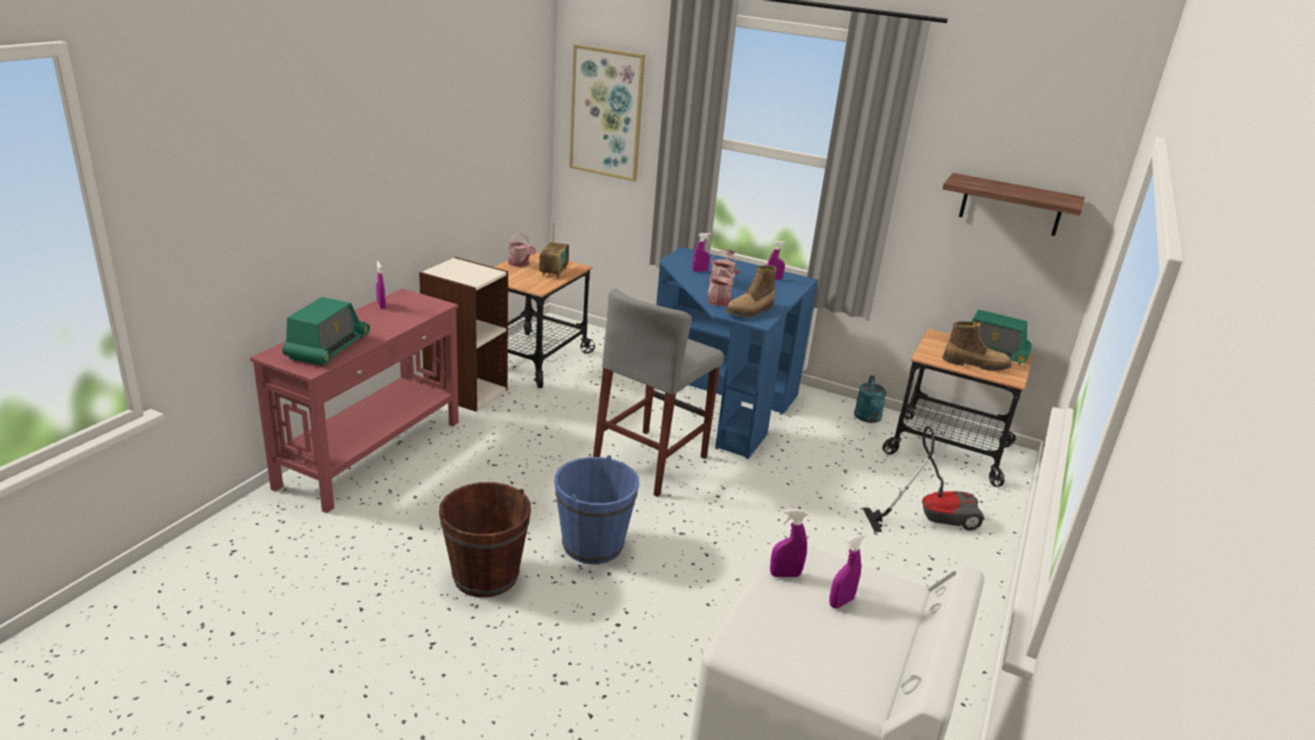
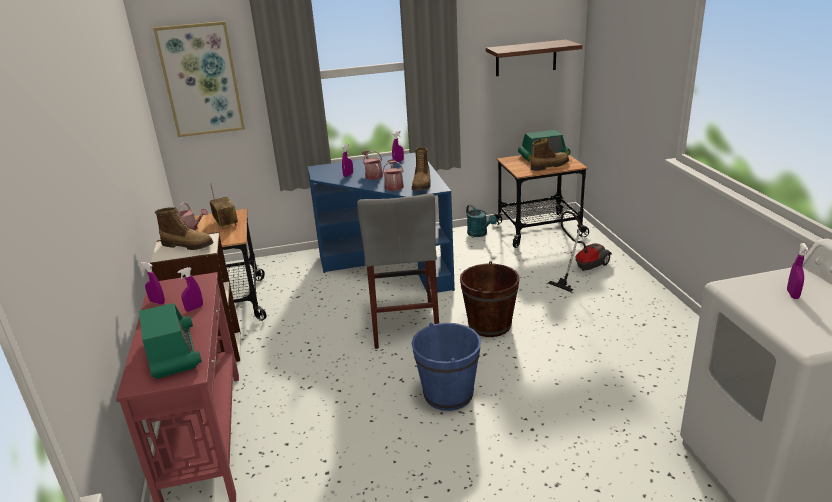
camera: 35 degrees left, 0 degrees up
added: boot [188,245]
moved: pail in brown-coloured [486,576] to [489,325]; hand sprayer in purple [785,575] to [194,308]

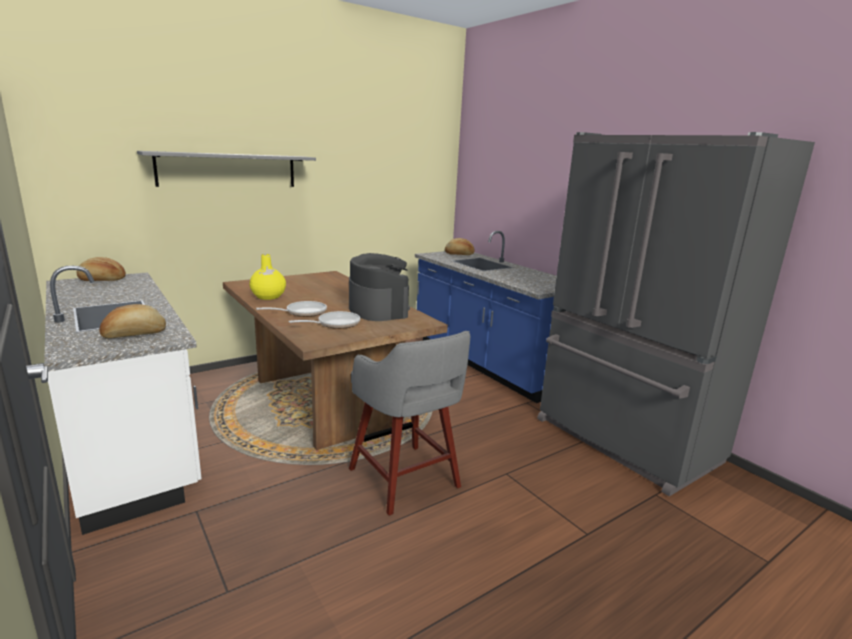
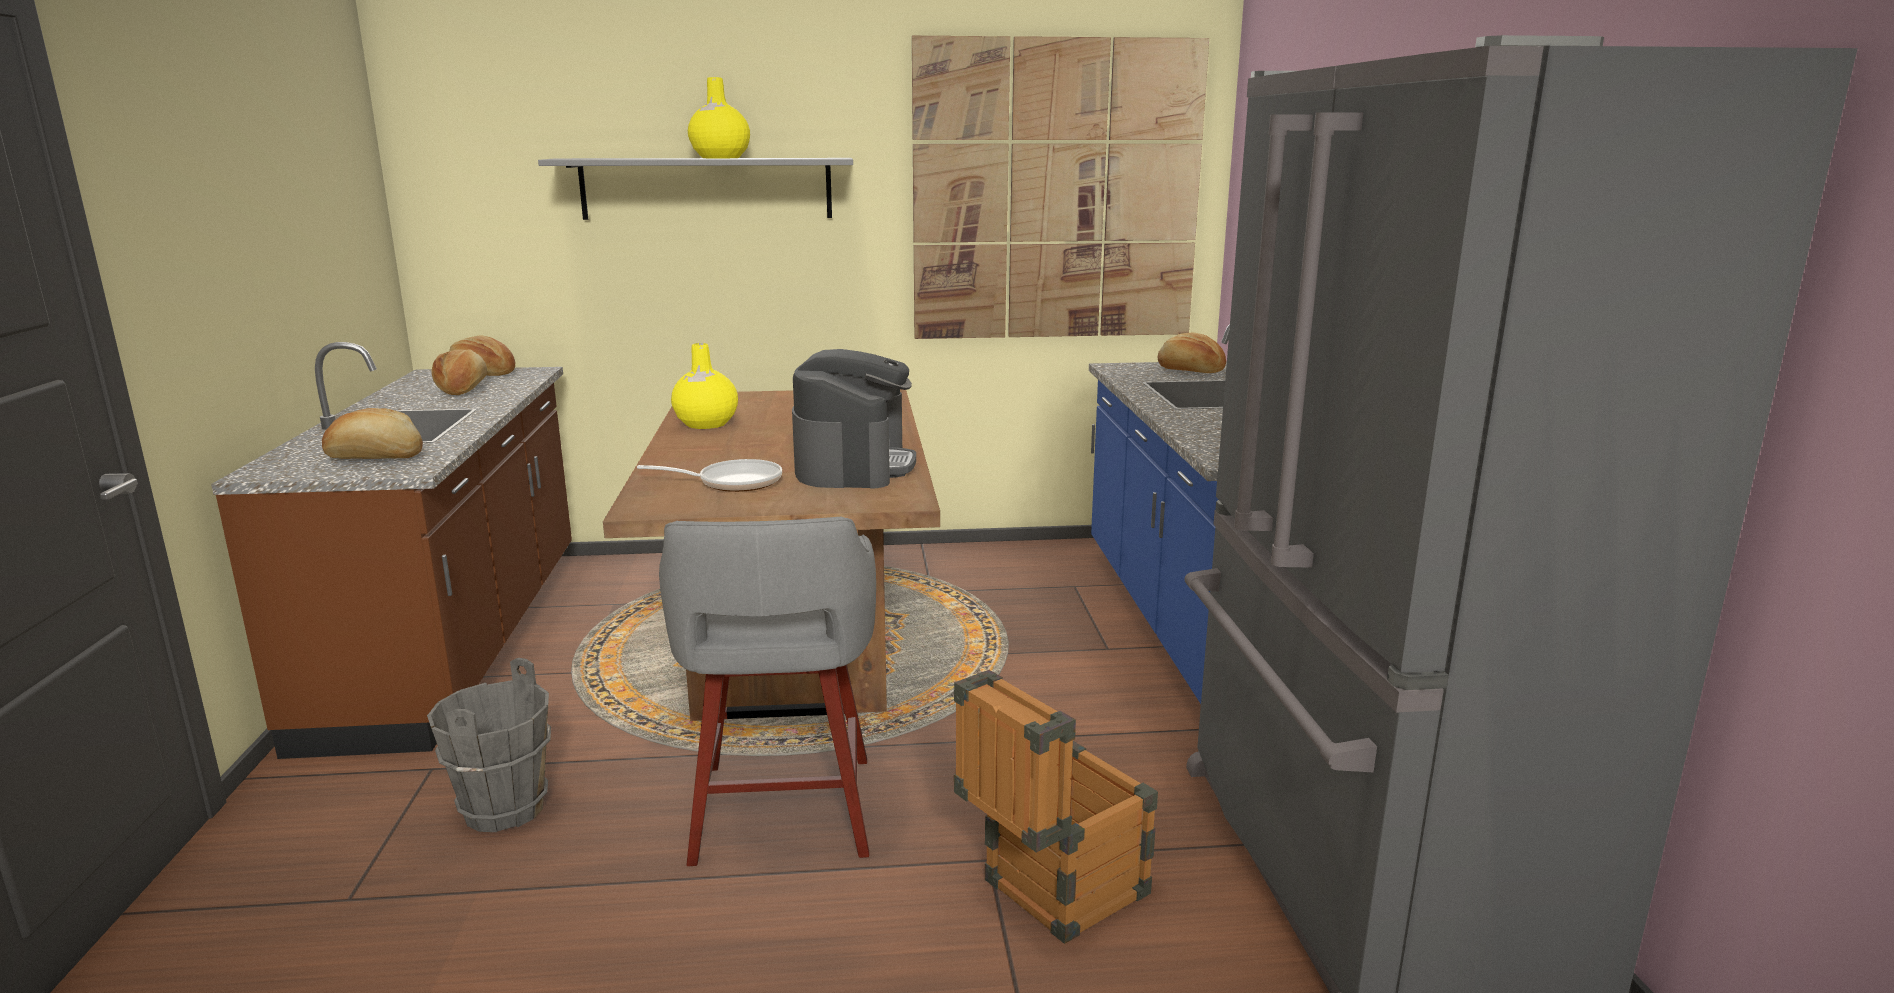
camera: 30 degrees right, 0 degrees up
removed: pan [302,312]
added: pail in gray [503,809]; bread [463,389]; flower vase in yellowish [720,158]; wall picture [1056,192]; packing crate [1050,894]
recoloured: kitchen base unit in whitish [130,441] to kitchen base unit in brown-coloured [457,643]

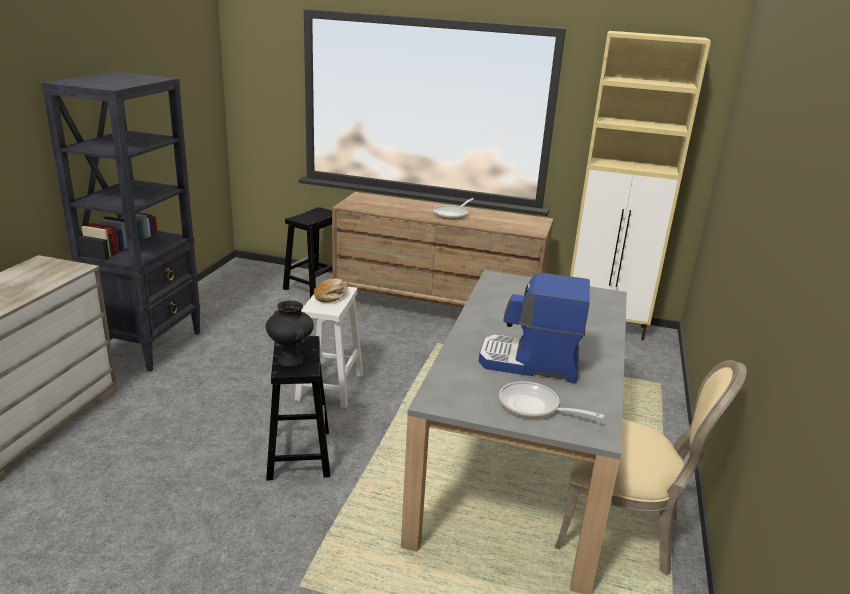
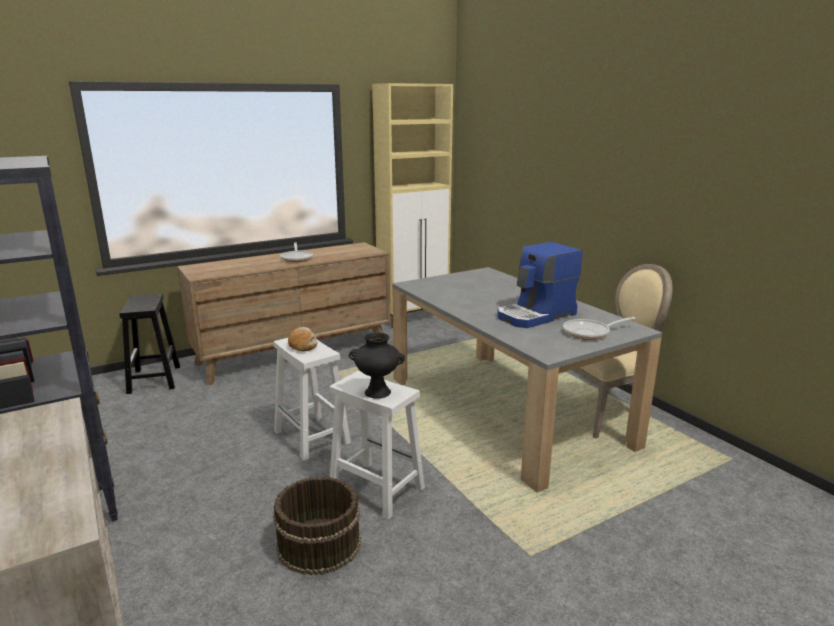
camera: 45 degrees left, 5 degrees down
added: pail in brown-coloured [318,545]
recoloured: stool in black-coloured [298,453] to stool in whitish [375,489]

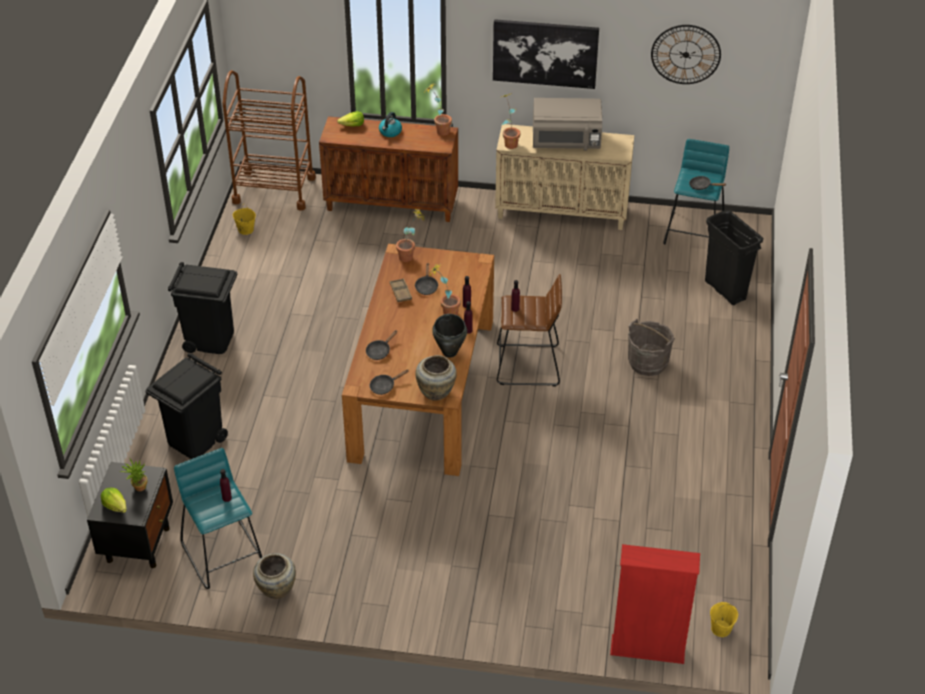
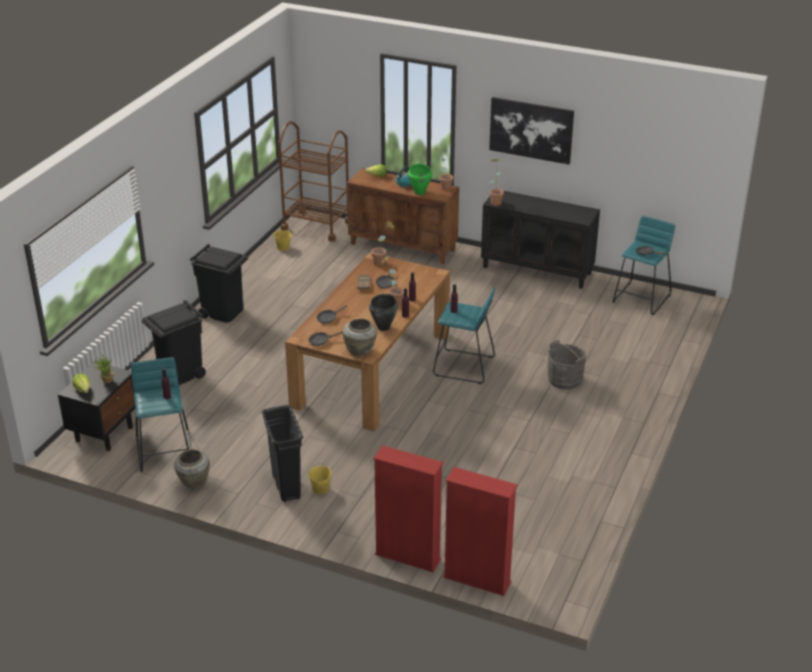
camera: 15 degrees right, 10 degrees down
removed: kitchen microwave in gray [566,142]; hanging clock [685,54]
added: bookshelf in red [408,557]; cooking pot in greenish [419,192]
moved: rubbish bin in black-coloured [725,290] to [286,486]; pail in yellowish [721,629] to [320,489]
recoloured: storage cabinet in sand-coloured [562,212] to storage cabinet in black-coloured [537,270]; stool in brown-coloured [528,365] to stool in turquoise-coloured [464,367]

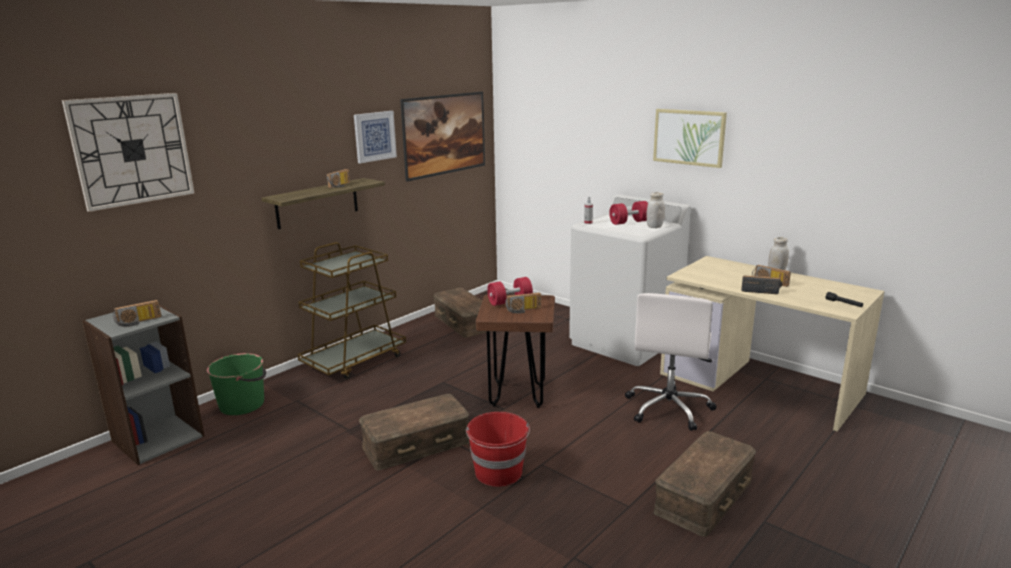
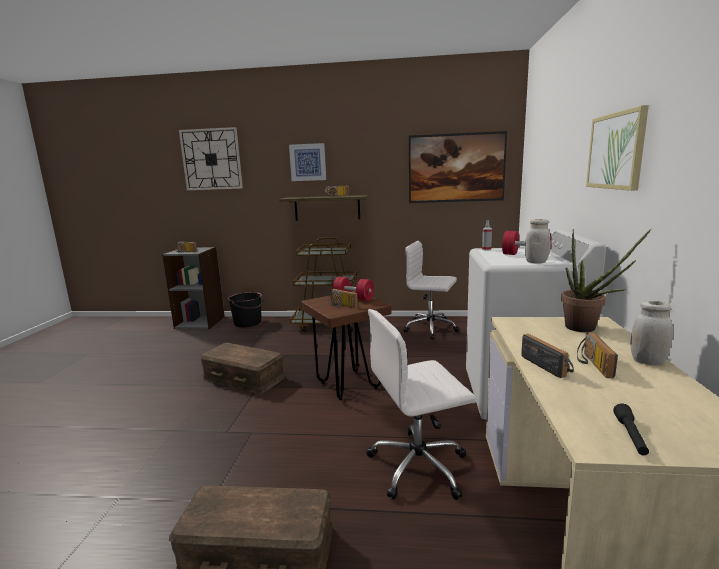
camera: 55 degrees right, 5 degrees down
removed: pail in red [499,473]
added: houseplant [587,328]
moved: wall picture [374,136] to [308,162]
replaced: storage bin in brown-coloured [463,322] to computer chair in whitish [431,328]
recoloured: pail in greenish [243,404] to pail in black-coloured [248,323]

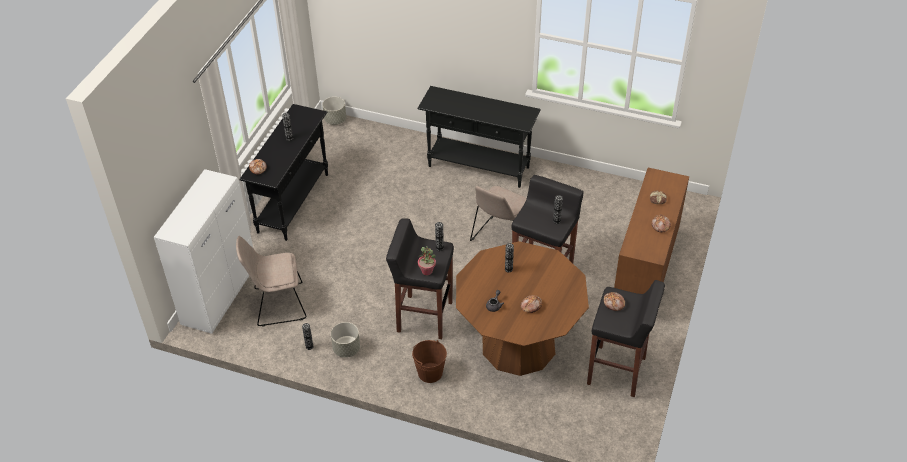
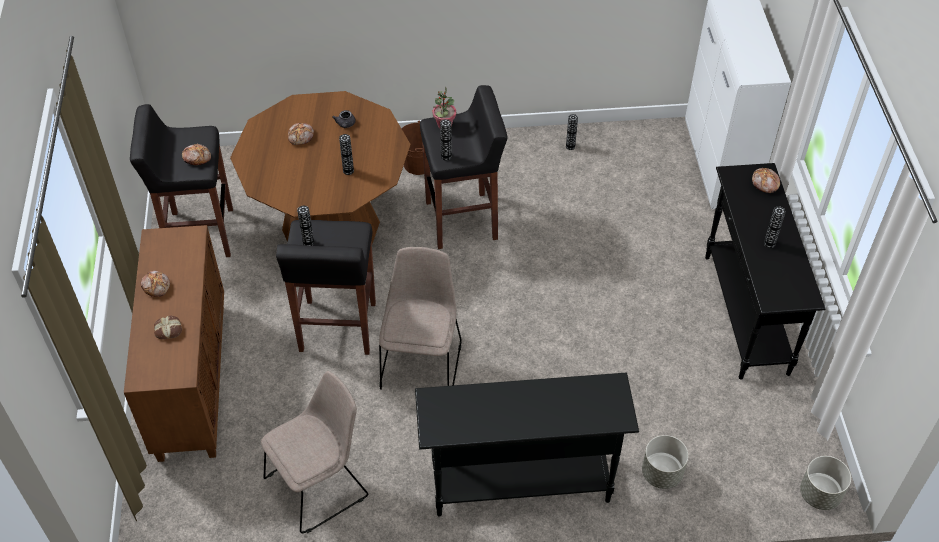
camera: 155 degrees right, 5 degrees up
moved: upright chair in sand-coloured [277,304] to [319,484]; flower pot in gray [346,349] to [661,474]

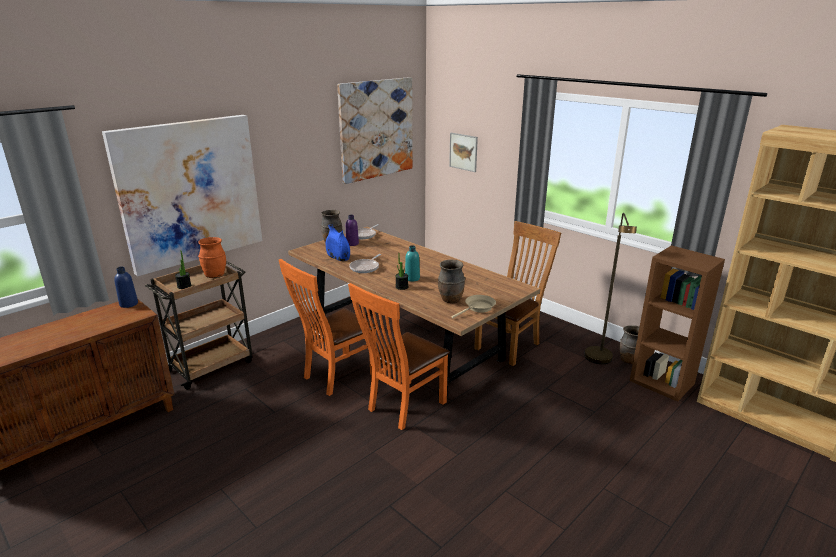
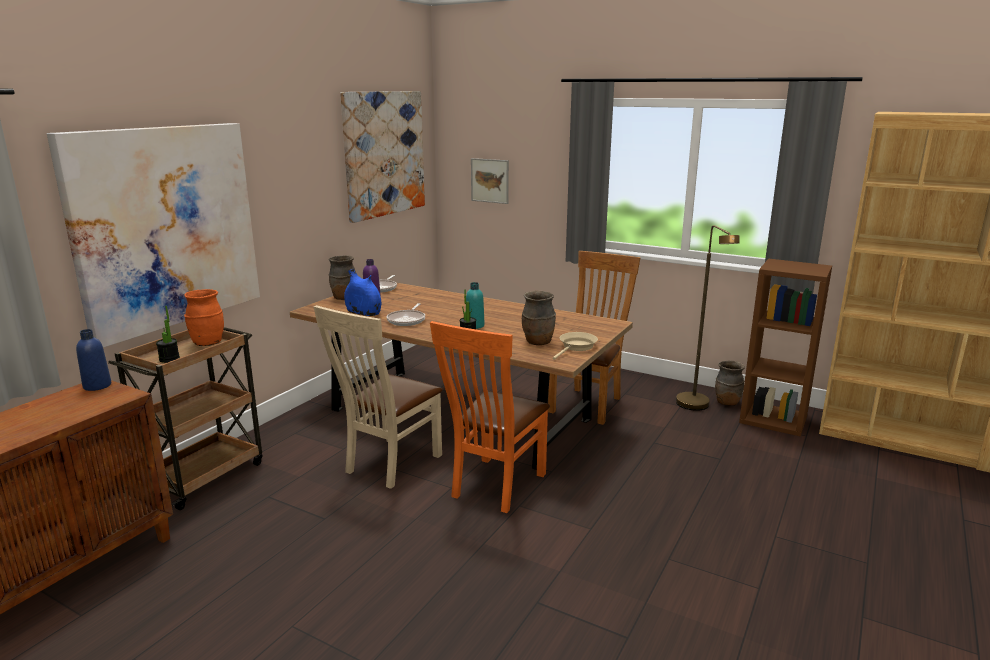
camera: 15 degrees left, 5 degrees down
recoloured: upright chair in orange-coloured [336,376] to upright chair in sand-coloured [388,465]

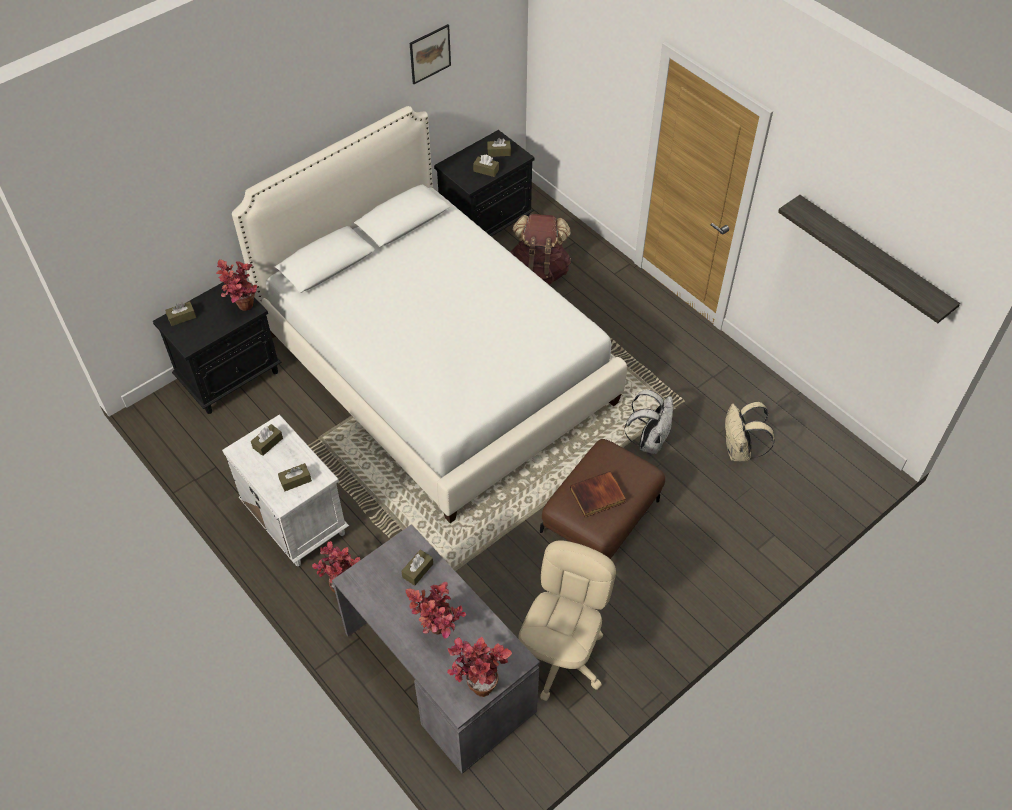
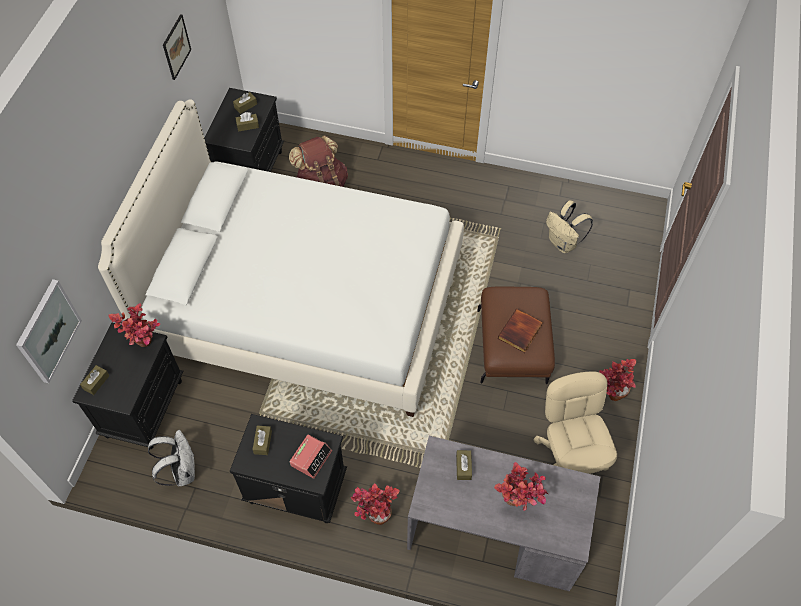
camera: 35 degrees left, 5 degrees up
removed: bracket shelf [872,259]
added: wall picture [48,331]
moved: houseplant [477,682] to [609,394]; knapsack in whitish [649,441] to [181,471]
replaced: box of tissues in brown-coloured [295,480] to alarm clock [311,458]
recoloured: bedside table in whitish [294,520] to bedside table in black-coloured [295,489]

